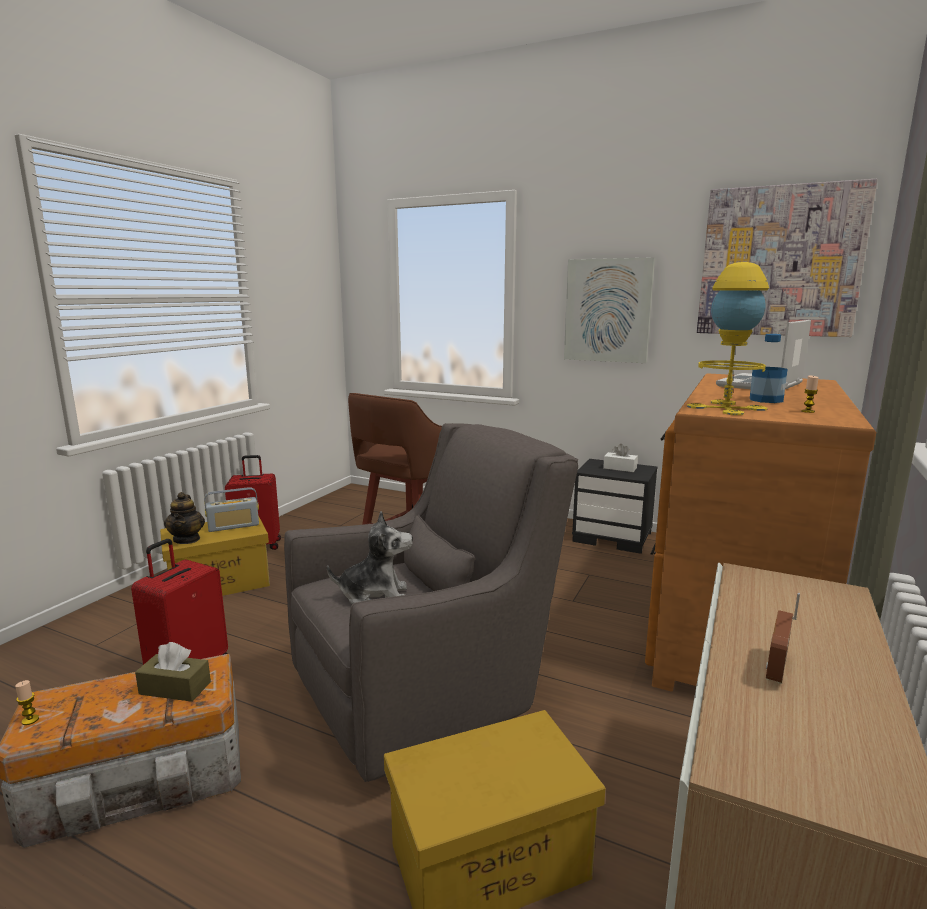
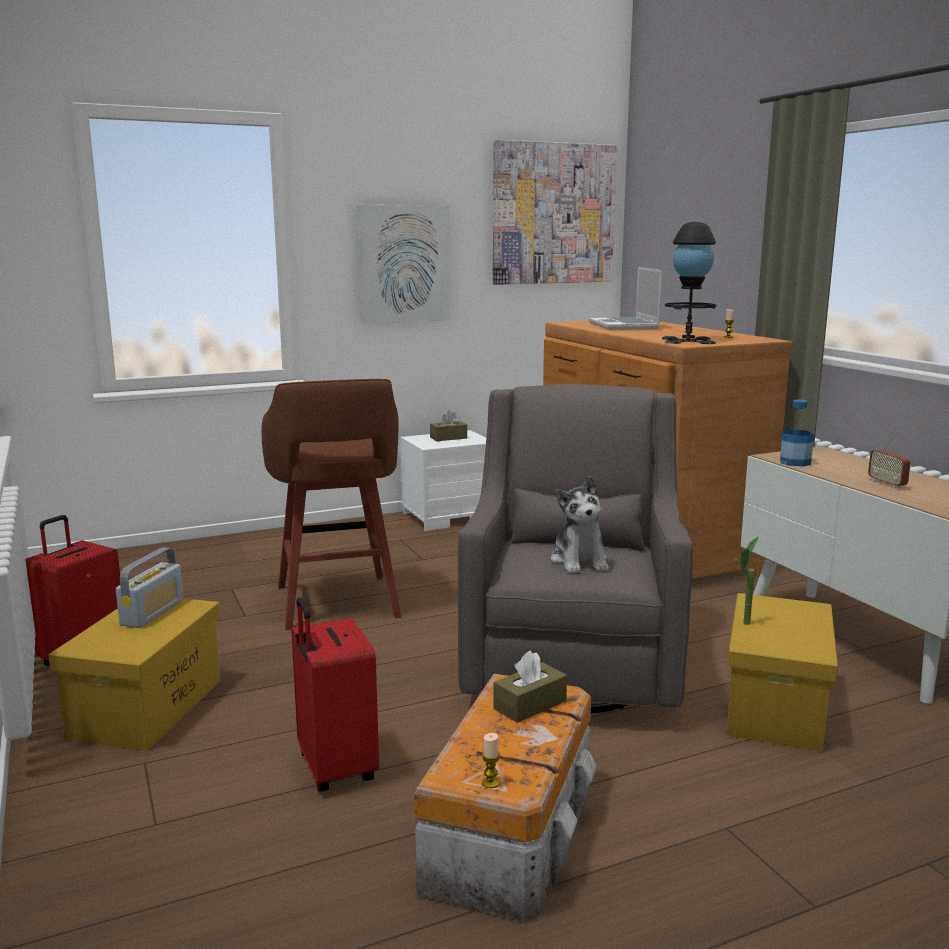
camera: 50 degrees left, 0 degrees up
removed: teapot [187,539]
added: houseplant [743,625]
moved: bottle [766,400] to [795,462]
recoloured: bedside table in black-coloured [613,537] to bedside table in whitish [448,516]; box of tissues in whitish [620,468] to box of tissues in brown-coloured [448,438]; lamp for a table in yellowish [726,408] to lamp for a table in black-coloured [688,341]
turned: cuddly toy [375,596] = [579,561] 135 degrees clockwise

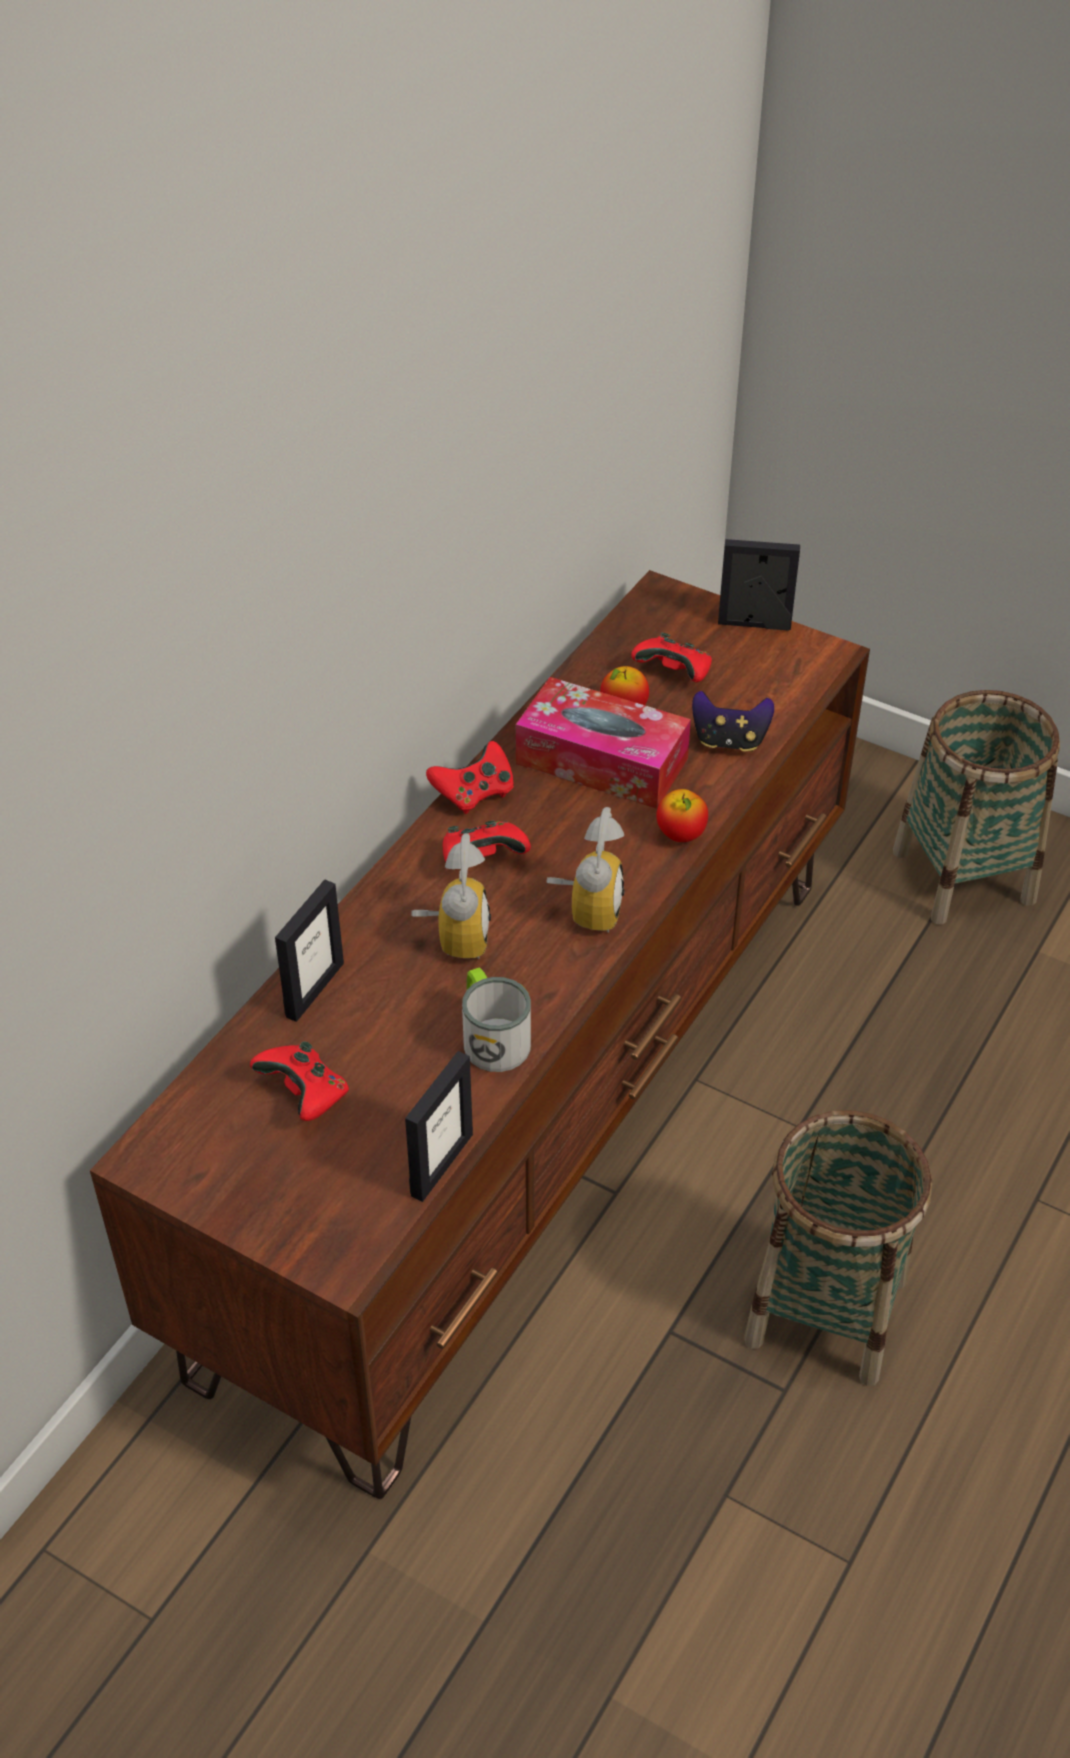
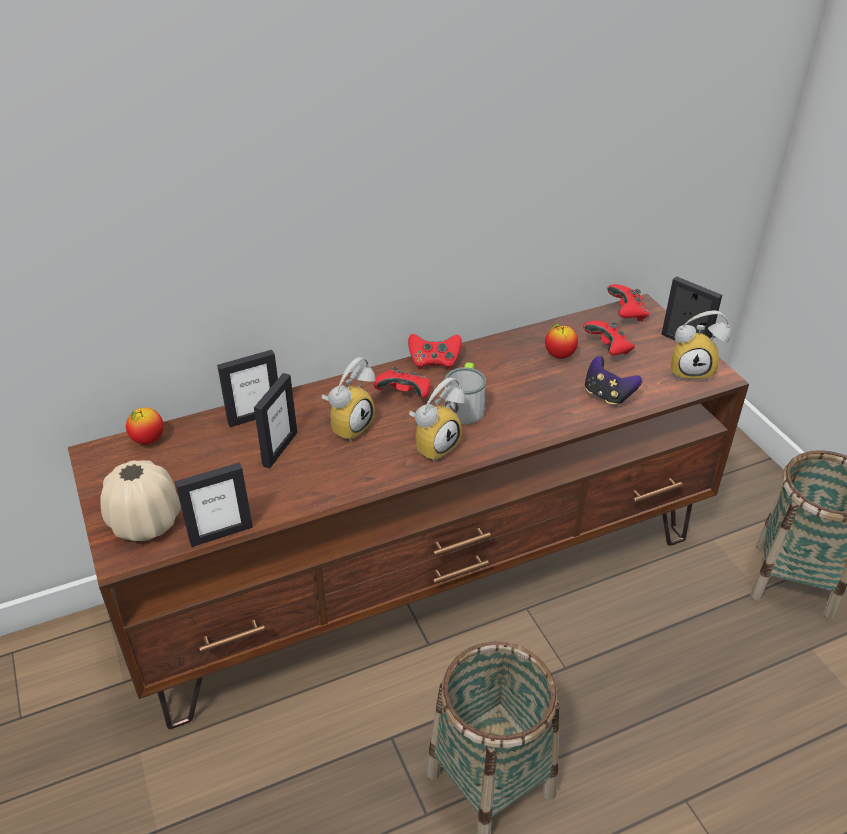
camera: 35 degrees right, 5 degrees down
removed: box of tissues [602,761]
added: flower vase in sand-coloured [146,523]; standing frame [279,449]; alarm clock [692,370]
moved: gamepad in red [305,1095] to [627,314]; tea mug [491,1036] to [465,405]; whole apple [681,835] to [148,440]

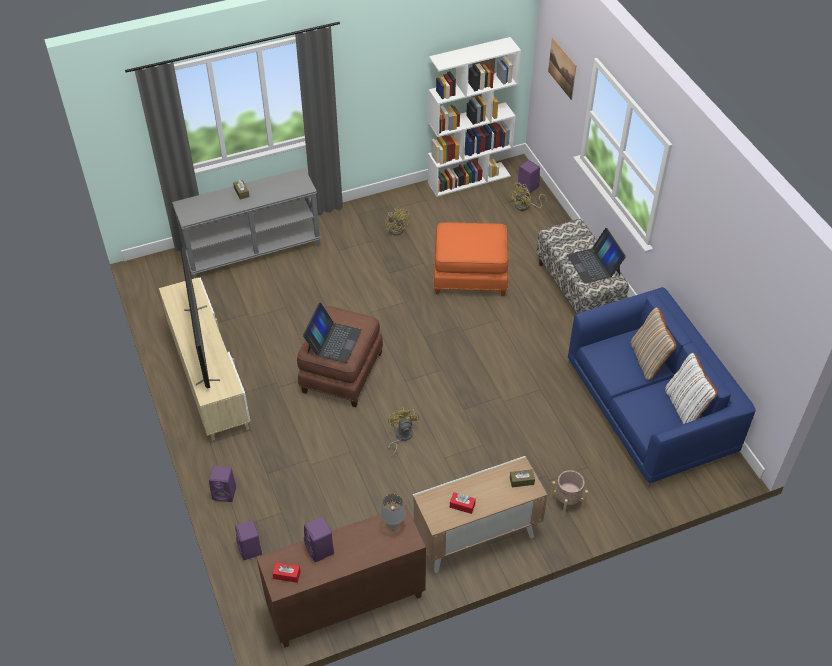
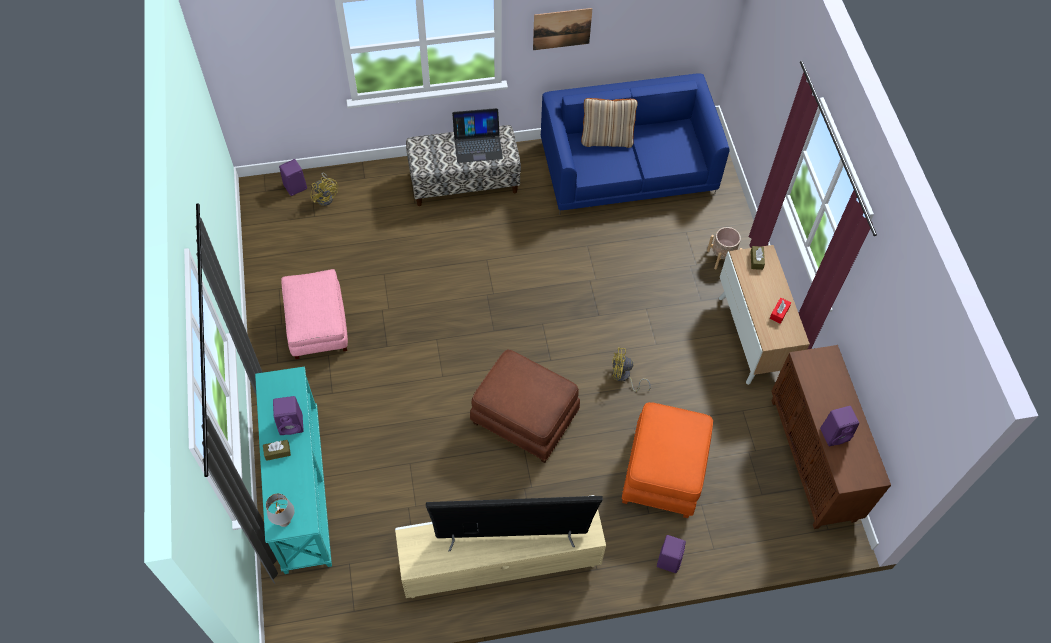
camera: 80 degrees left, 10 degrees up
removed: box of tissues in red [287,575]; portable computer [333,341]; bookshelf in whitish [469,179]; cushion in whitish [685,407]
moved: audio speaker in purple [250,550] to [292,424]; lamp for a table in gray [393,526] to [284,520]; pouffe in orange-coloured [470,277] to [664,472]; wall picture [562,68] to [562,29]
replaced: fan in yellowish [397,228] to pouffe in pink-coloured [317,325]
recoloured: narrow table in gray [253,250] to narrow table in turquoise-coloured [300,489]

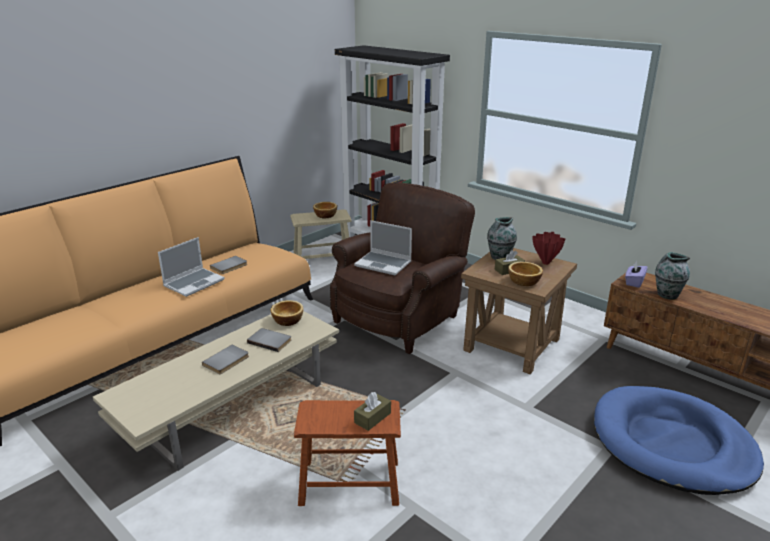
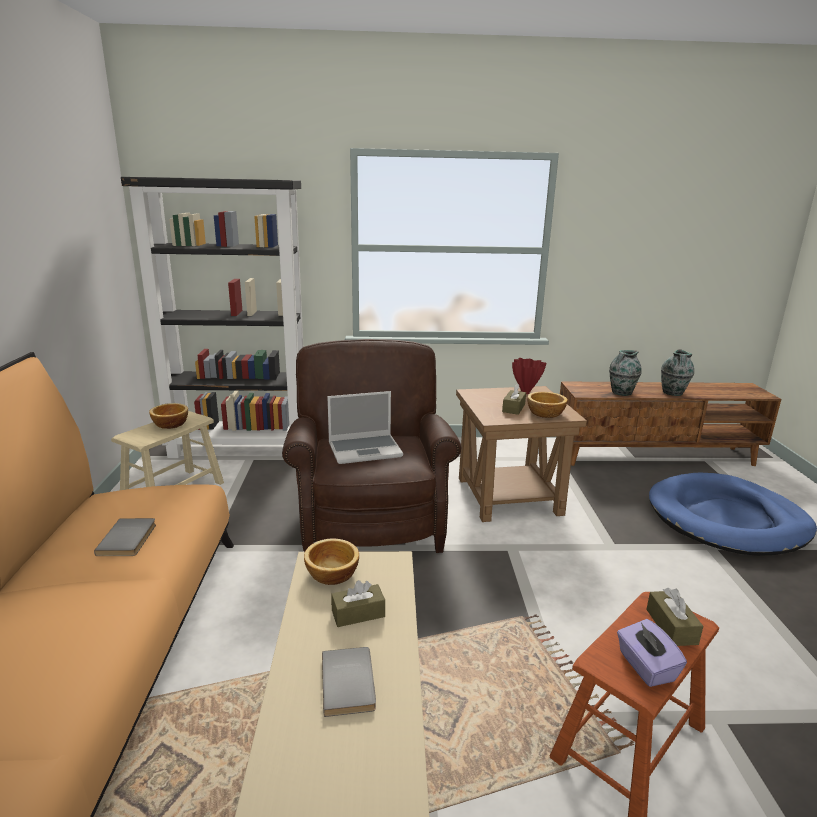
camera: 45 degrees left, 5 degrees down
removed: portable computer [194,283]
moved: flower vase [499,257] to [672,393]; box of tissues in purple [634,282] to [645,667]
replaced: volume in gray [270,341] to box of tissues in brown-coloured [358,613]

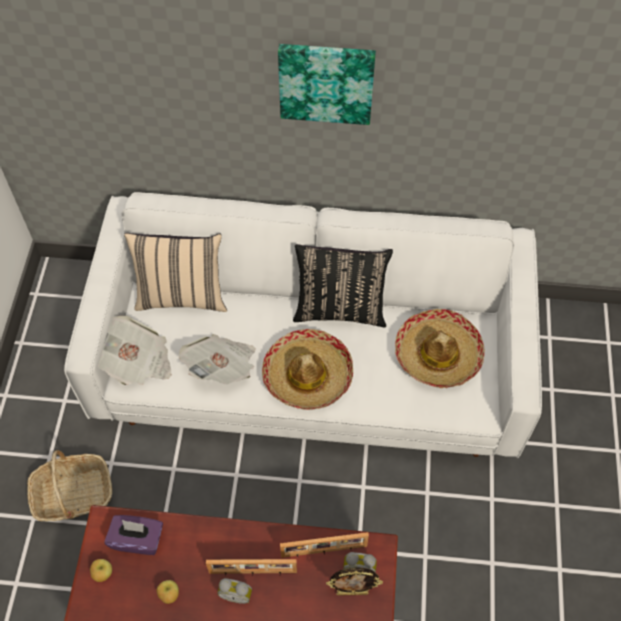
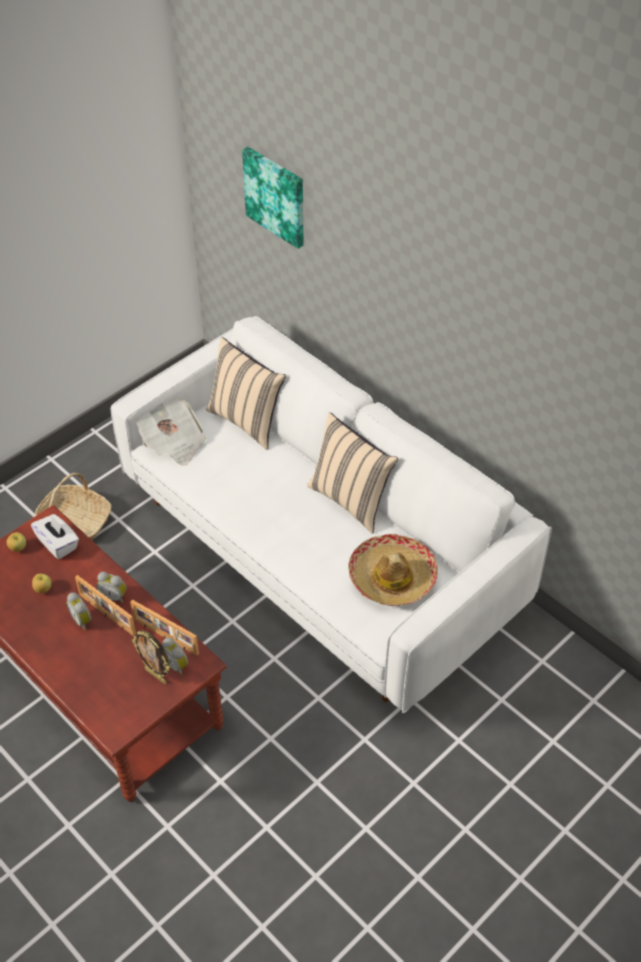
camera: 40 degrees right, 10 degrees down
removed: printed paper [222,367]; hat [307,375]
added: alarm clock [114,596]
moved: wall picture [326,82] to [276,196]
recoloured: box of tissues in purple [137,539] to box of tissues in whitish [58,544]; cushion in black-coloured [340,309] to cushion in sand-coloured [351,500]

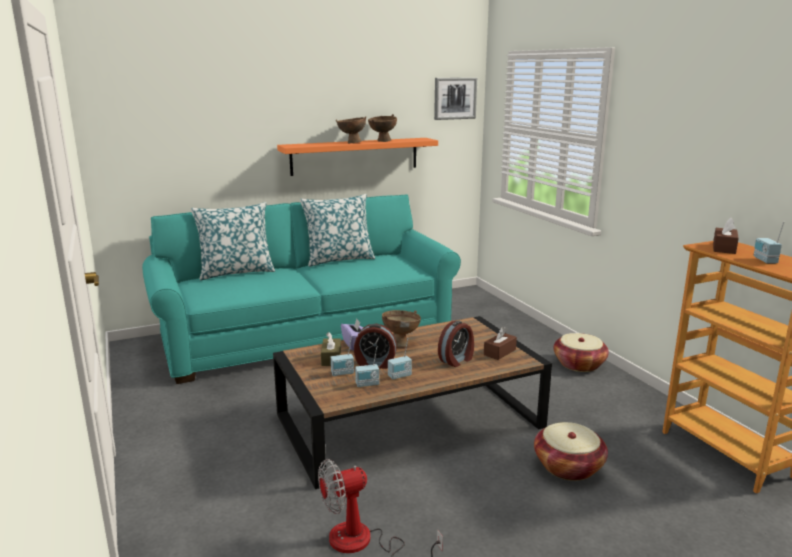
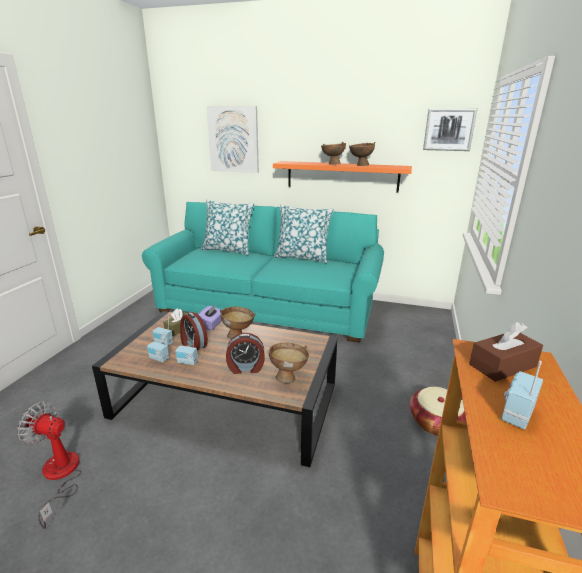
camera: 40 degrees right, 5 degrees up
removed: storage basket [568,466]
added: wall picture [233,139]
replaced: box of tissues in brown-coloured [499,352] to deep dish in brown-coloured [289,377]

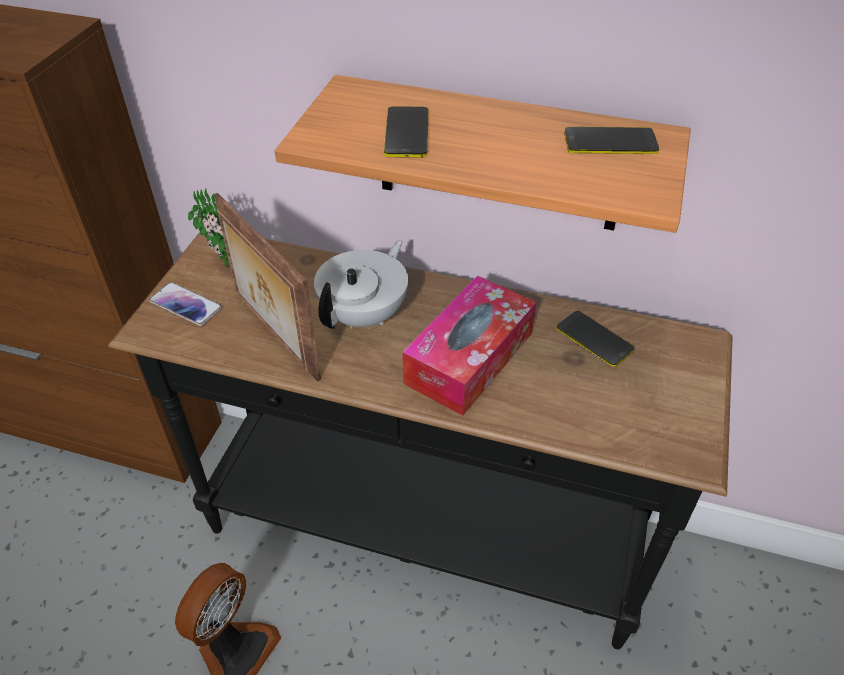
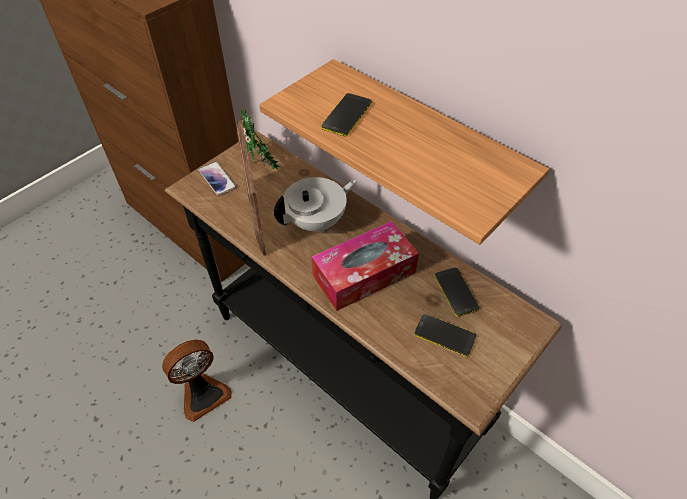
camera: 25 degrees right, 5 degrees up
moved: phone [610,142] to [444,335]

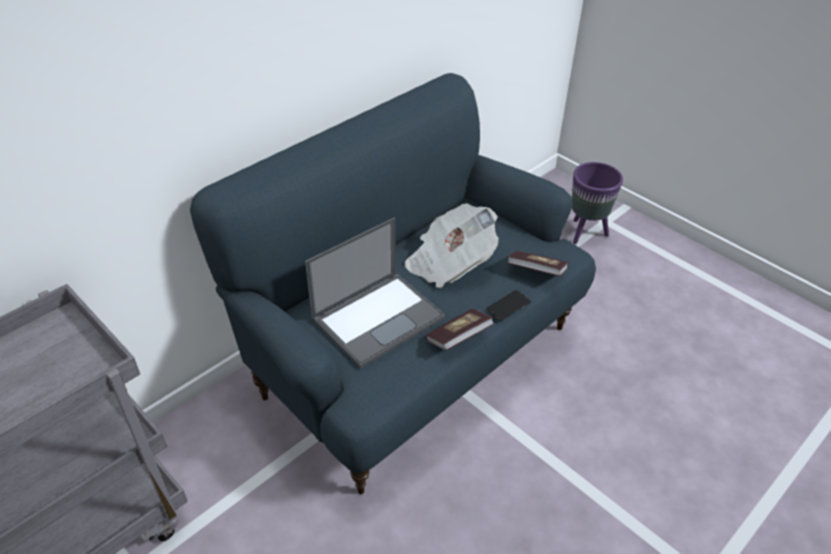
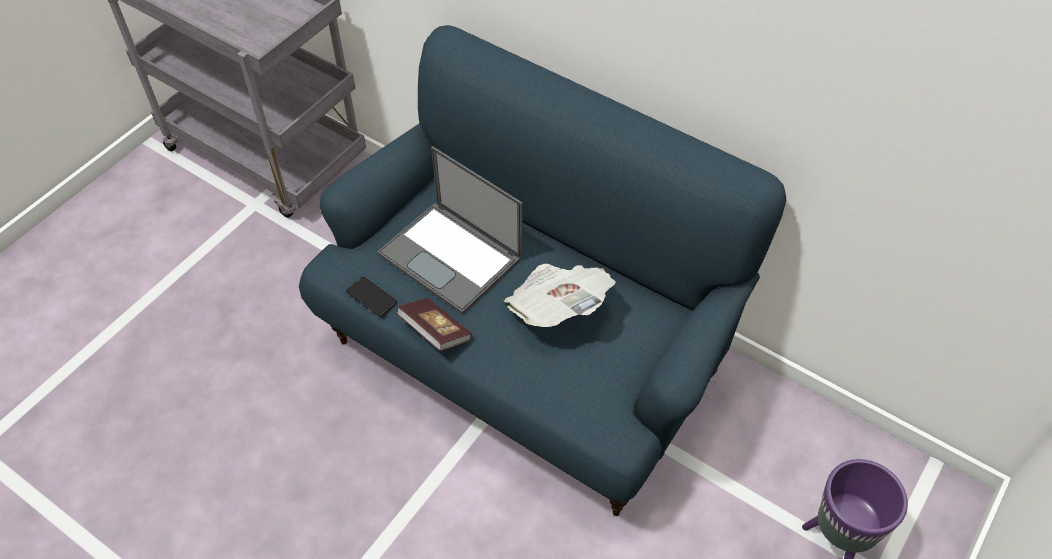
camera: 80 degrees right, 10 degrees up
removed: volume [536,272]
moved: phone [508,306] to [371,297]

